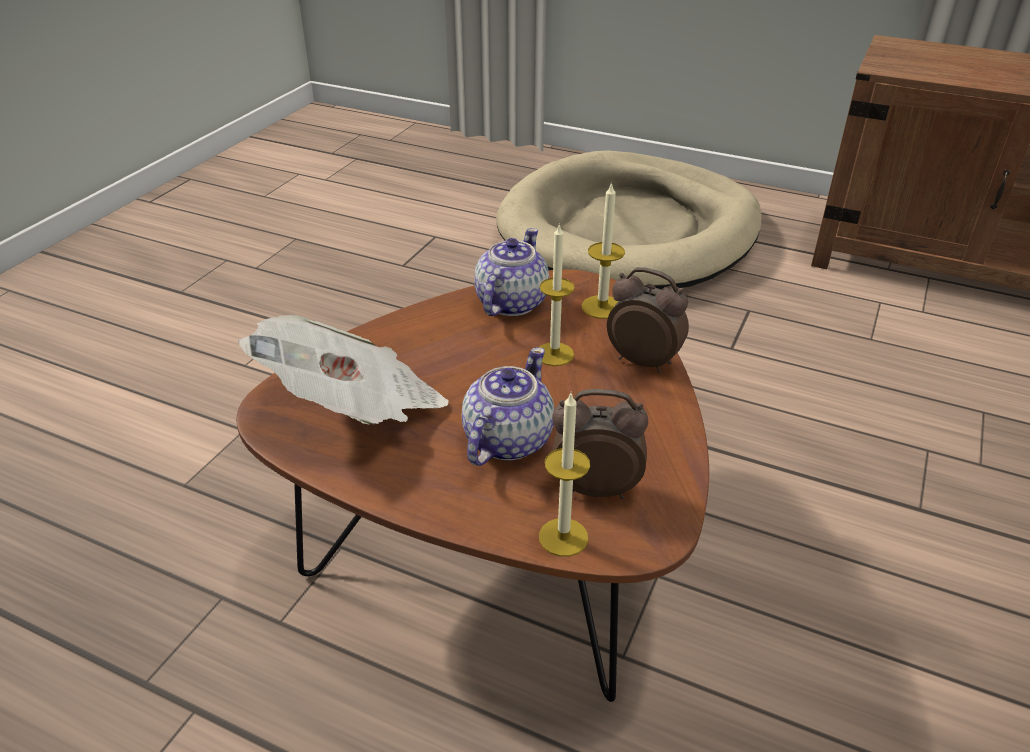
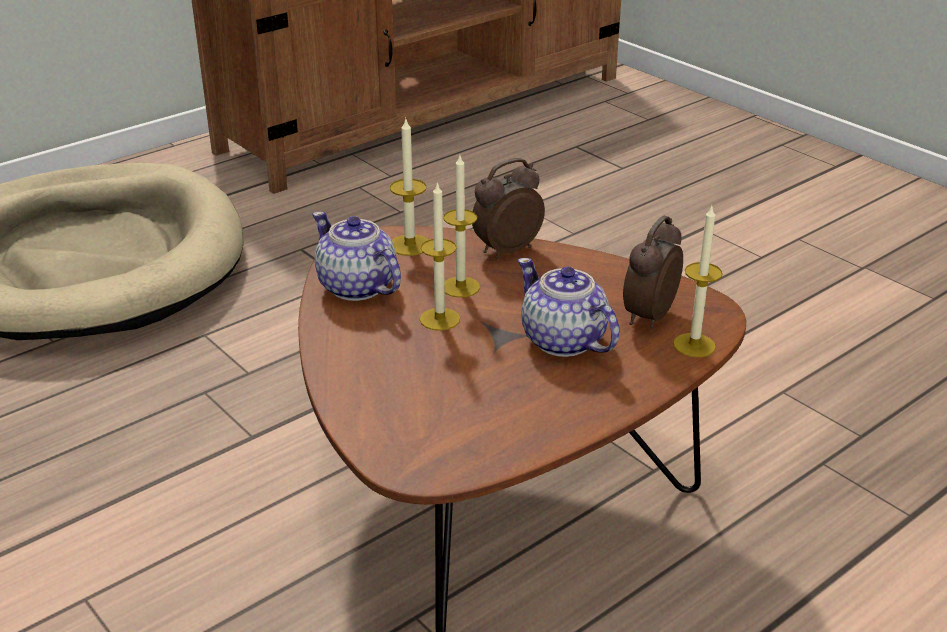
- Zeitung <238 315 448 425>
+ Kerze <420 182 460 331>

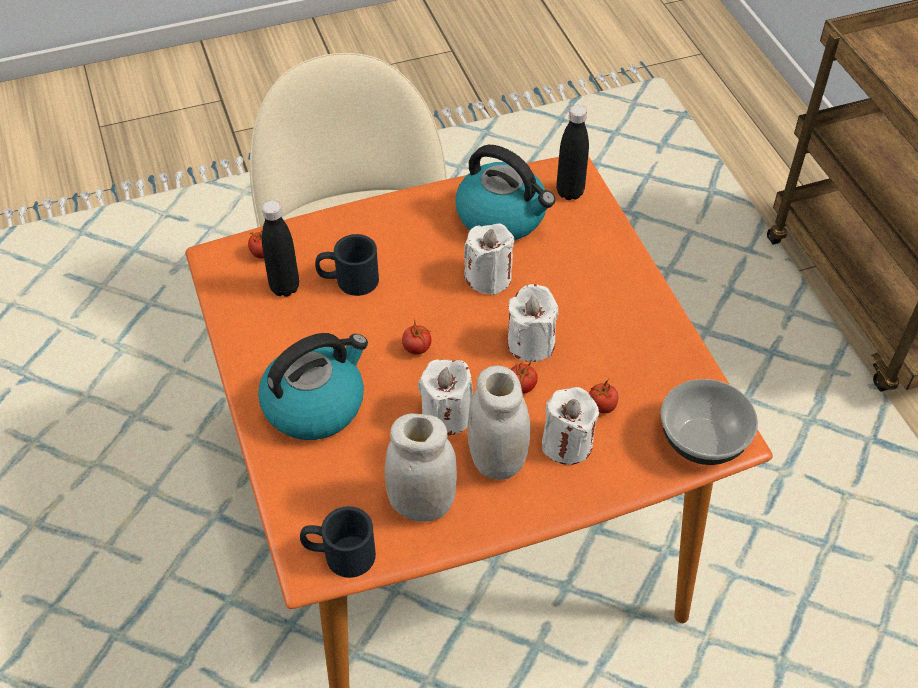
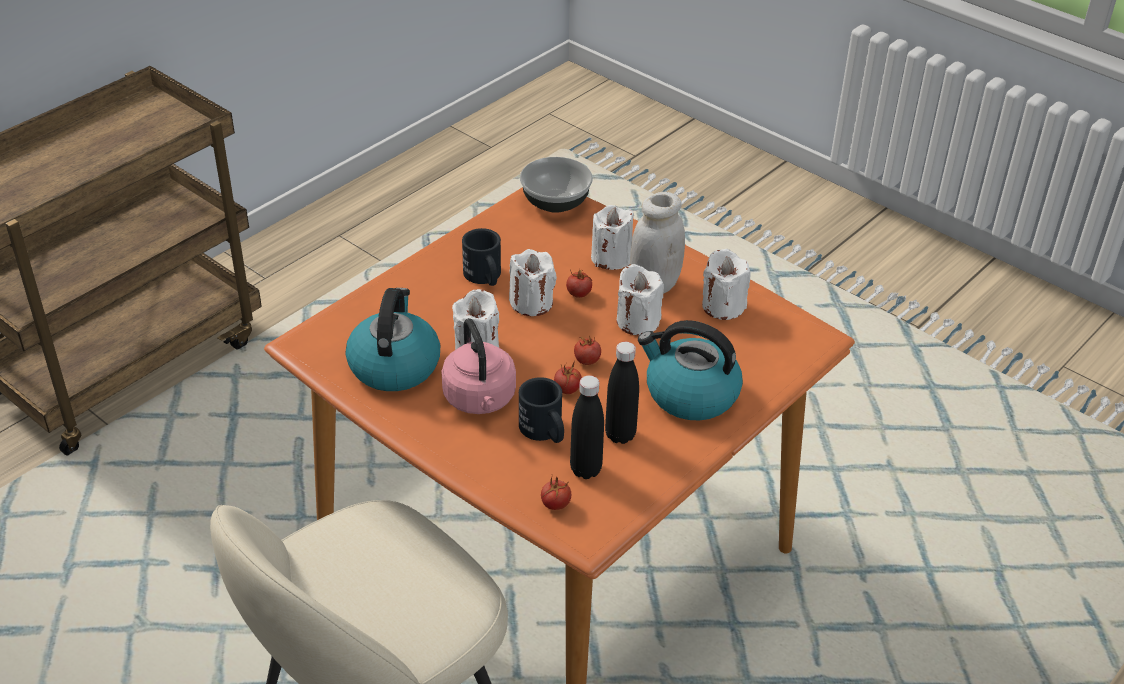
+ Wasserkessel [rosa] <441 318 516 414>
~ Henkelbecher [schwarz] <300 506 376 578> to <462 228 501 286>
~ Flasche [schwarz] <556 105 589 200> to <605 342 639 444>
~ Tomate <589 378 618 413> to <554 360 582 394>
~ Vorratsglas [weiß] <385 413 457 522> to Kerze [weiß] <702 249 751 320>

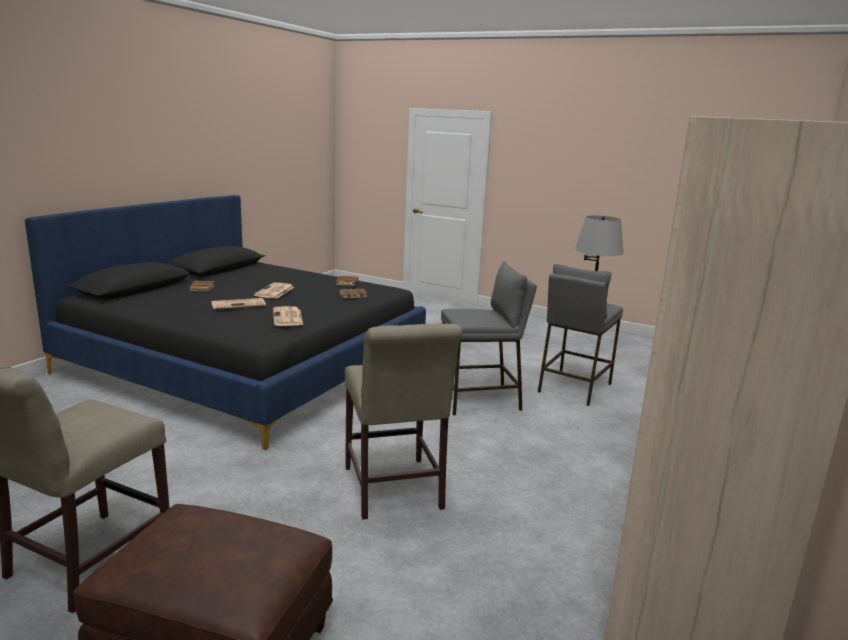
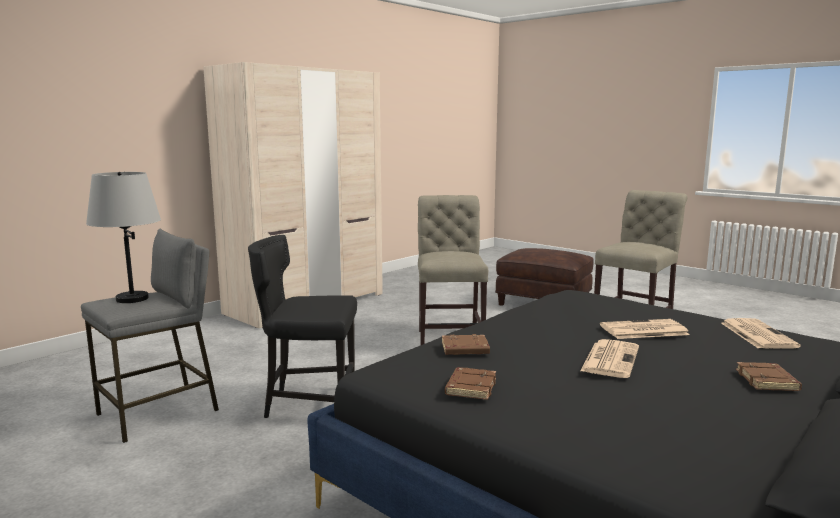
~ Zeitung <273 306 303 326> to <721 318 801 349>
~ Hocker [grau] <441 262 537 415> to Stuhl [schwarz] <248 235 357 418>

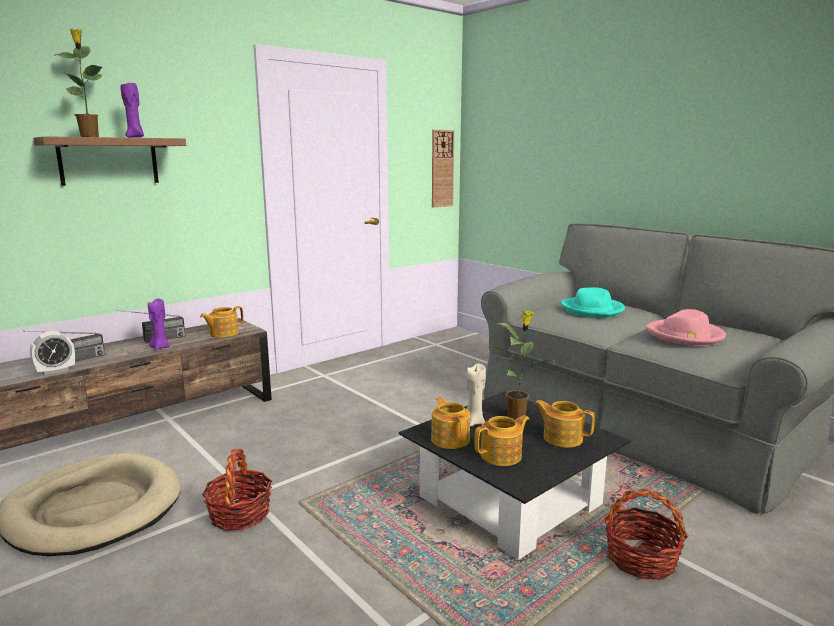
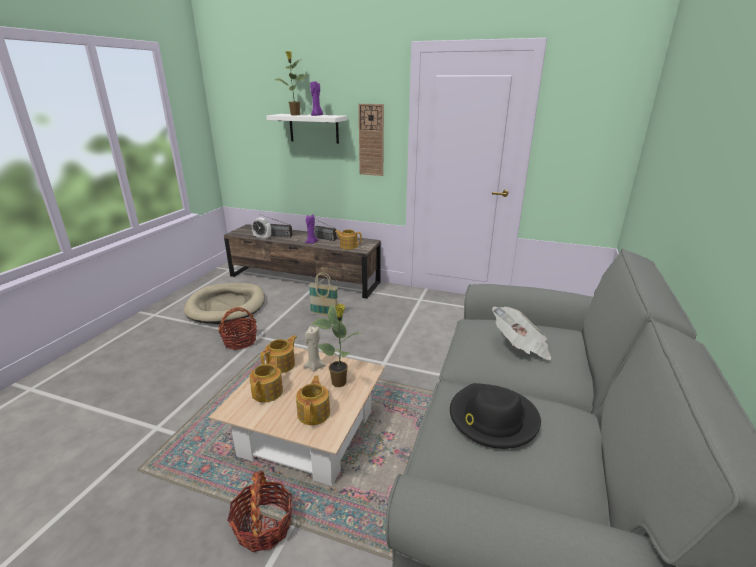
+ Korb <309 272 338 316>
~ Wanduhr <432 130 454 208> to <358 104 384 176>
~ Hut [türkis] <561 287 625 318> to Zeitung <492 306 552 360>
~ Wandregal [braun] <33 136 186 186> to Wandregal [weiß] <266 114 347 144>
~ Couchtisch [schwarz] <399 391 631 560> to Couchtisch [beige] <209 347 385 486>
~ Hut [rosa] <646 309 726 346> to Hut [schwarz] <450 383 541 449>
~ Teekanne <474 415 530 466> = <249 357 283 402> 105 degrees counterclockwise

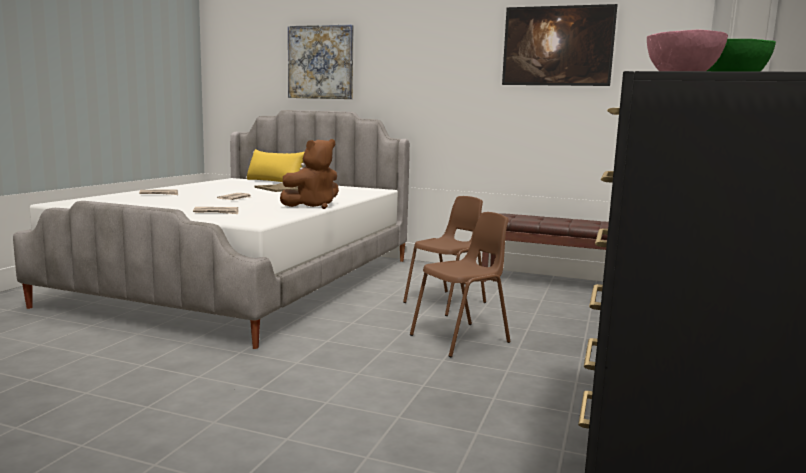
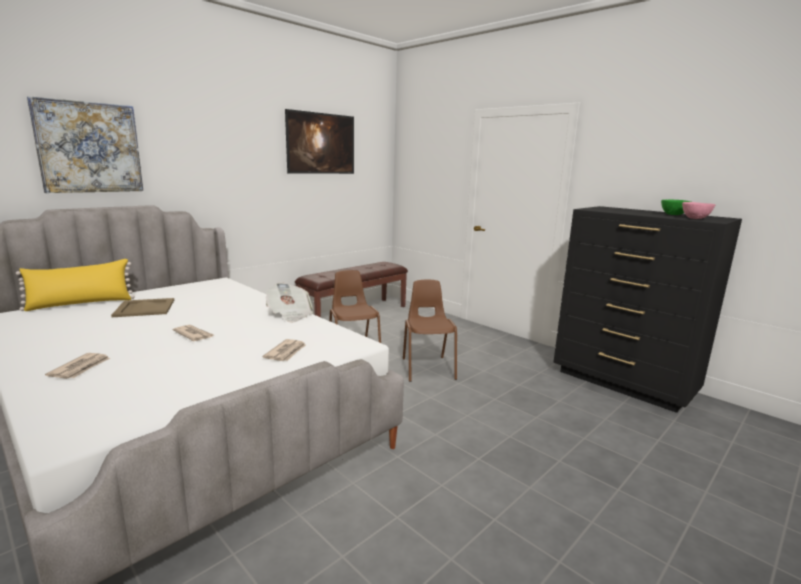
~ Plüschtier [braun] <280 139 339 209> to Zeitung <266 283 313 323>

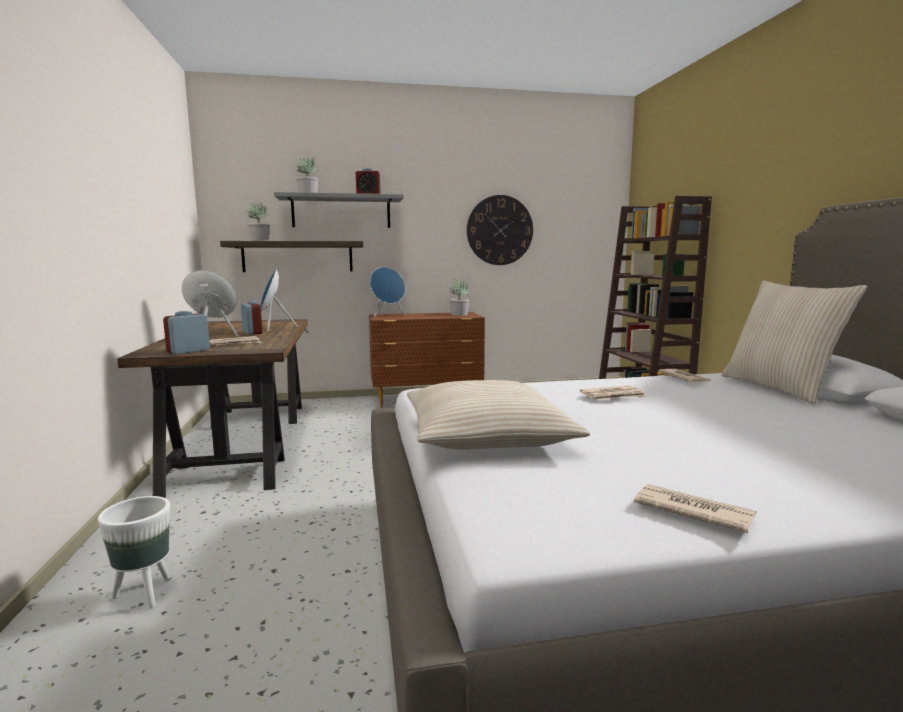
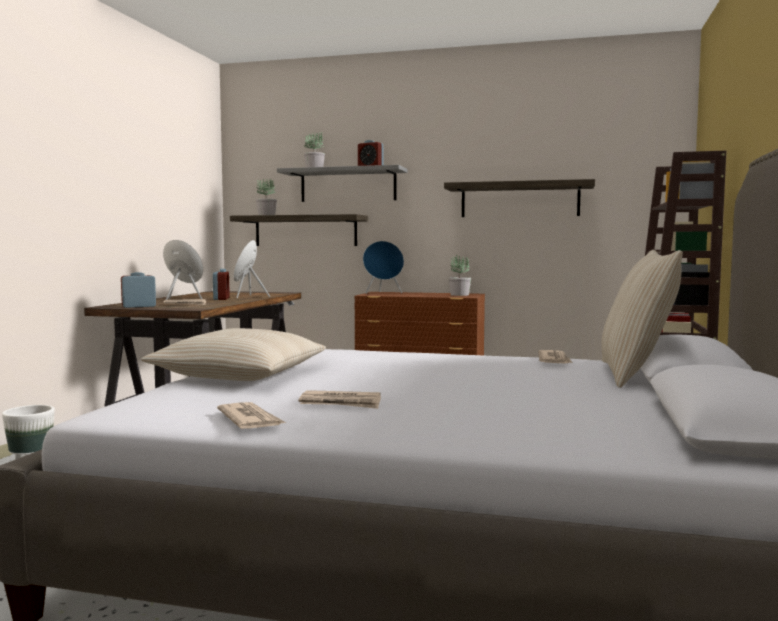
~ Zeitung <580 385 646 400> to <298 390 381 409>
~ Wanduhr <467 195 533 265> to Wandregal <444 179 595 217>

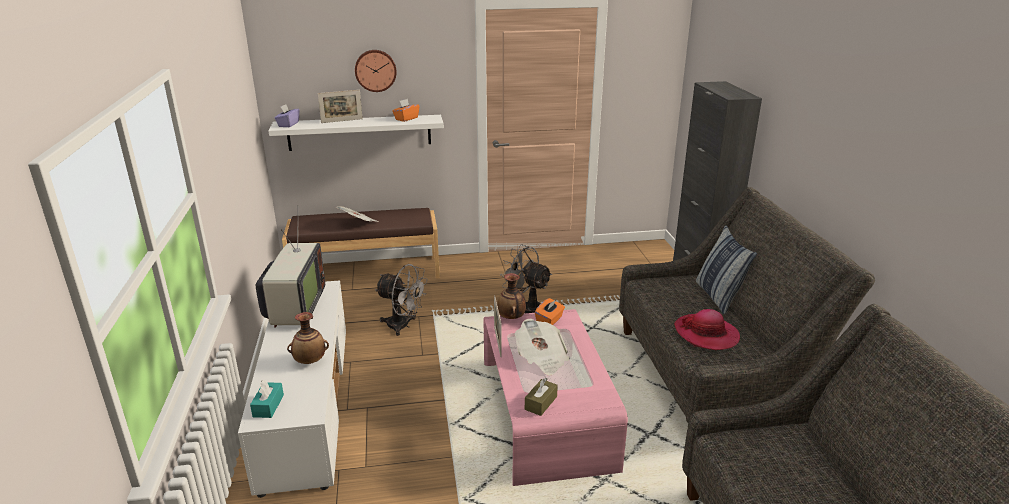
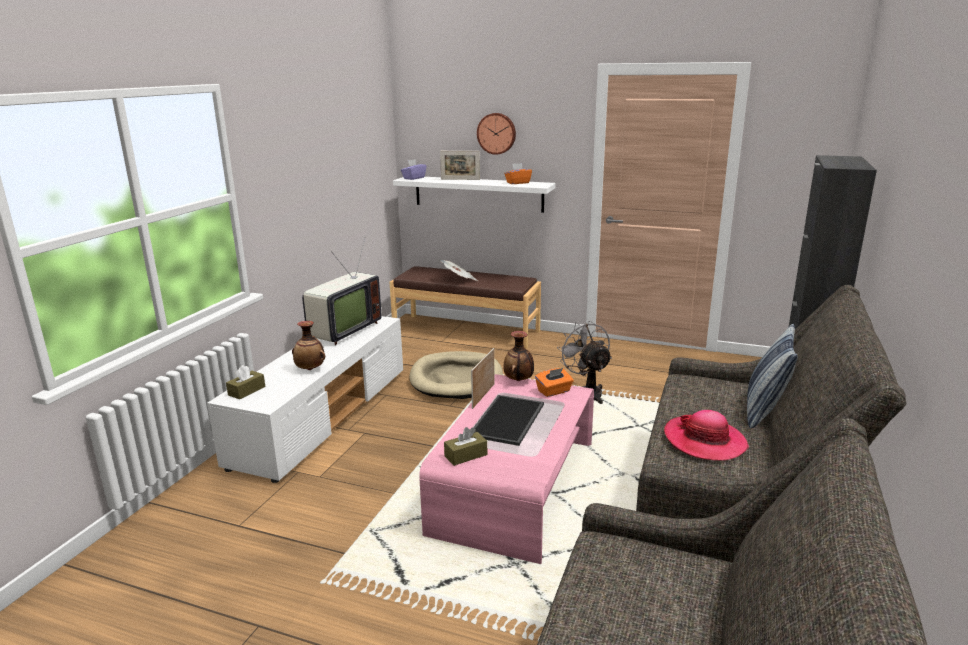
~ Ventilator [grau] <375 264 428 336> to Hundebett [beige] <409 351 503 399>
~ Zeitung <515 319 570 376> to Tablett <473 395 544 446>
~ Taschentuchbox [türkis] <250 380 284 418> to Taschentuchbox [braun] <226 365 265 400>

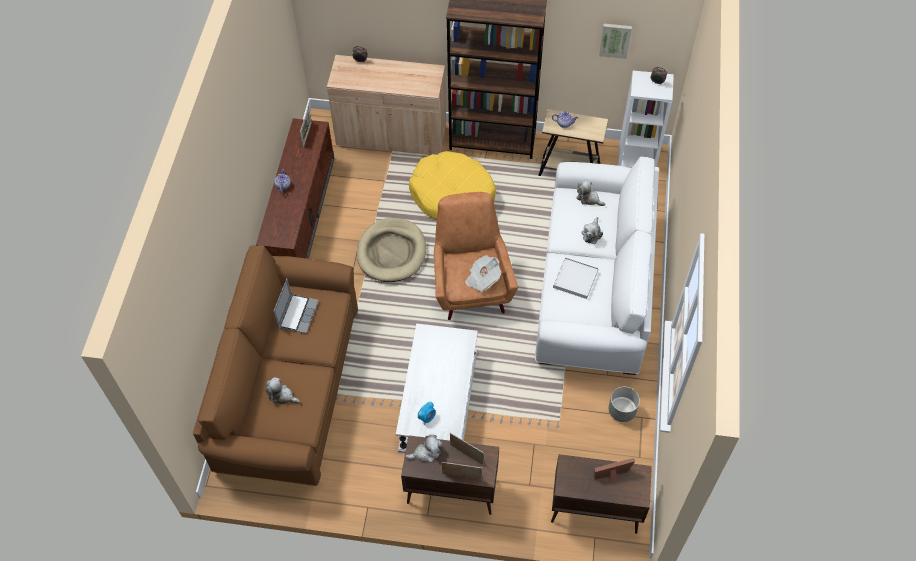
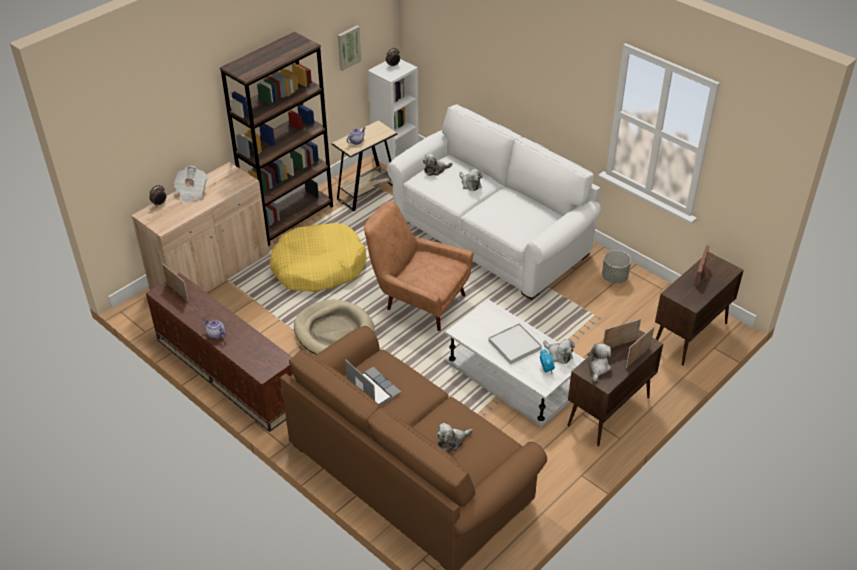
+ Plüschtier <543 339 575 364>
~ Zeitung <465 255 501 292> to <173 166 208 203>
~ Tablett [weiß] <553 257 599 299> to <488 323 542 365>

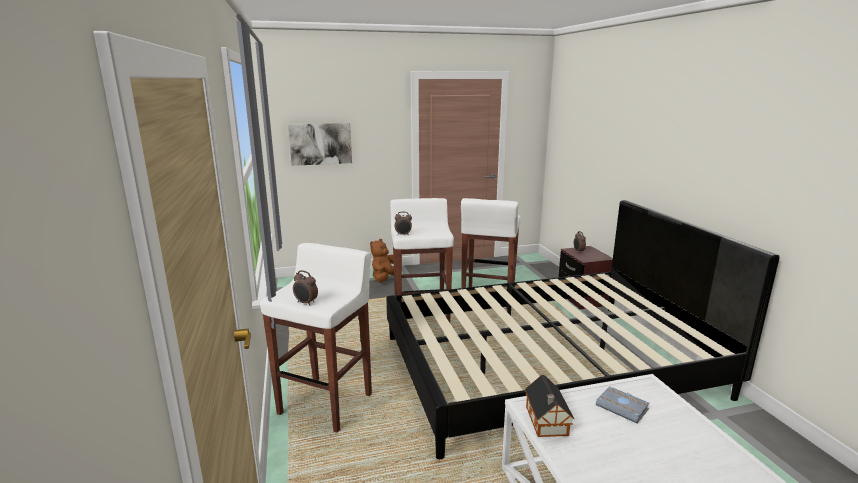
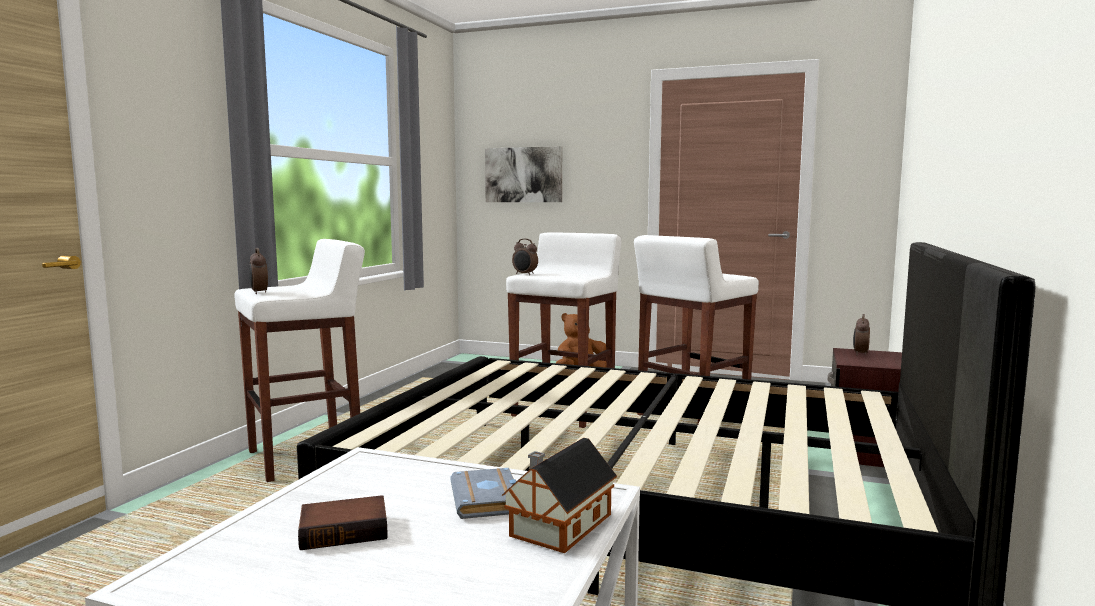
+ Buch <298 495 387 550>
~ Spielzeughaus <525 375 574 437> to <502 438 617 553>

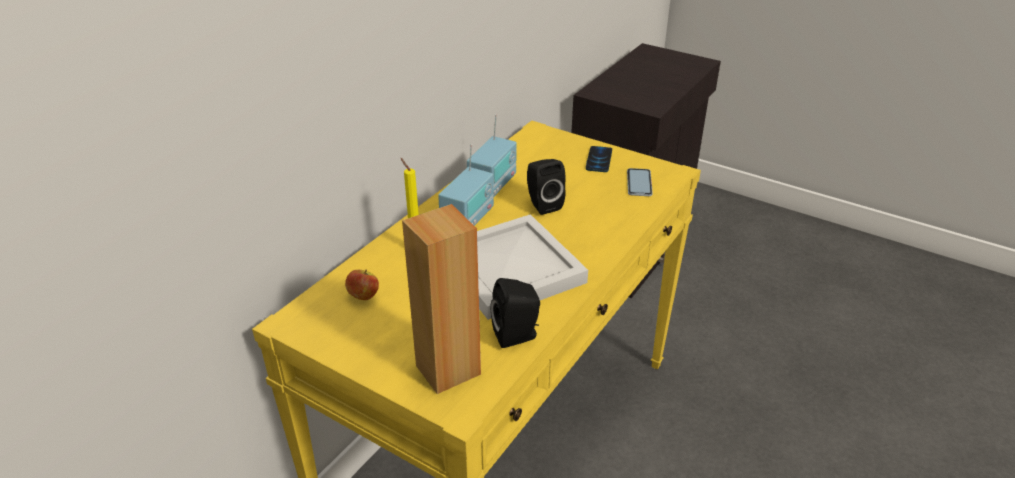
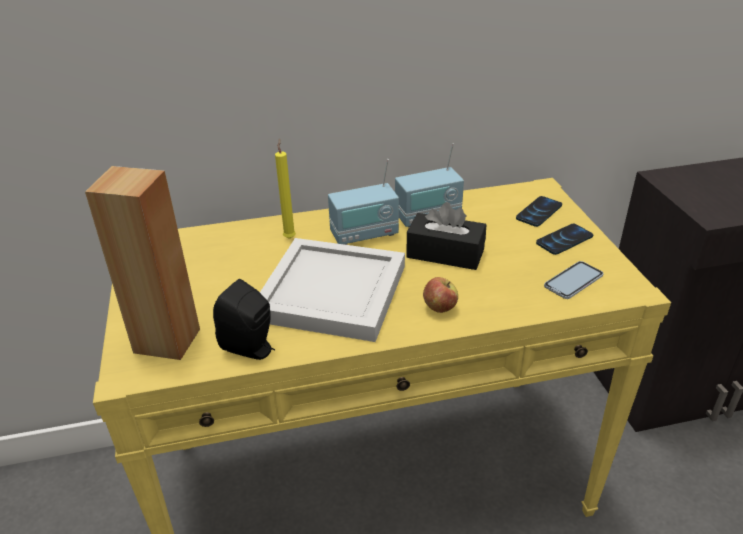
+ Handy <516 196 562 227>
~ Apfel <345 270 379 300> to <423 277 458 313>
~ Lautsprecher [schwarz] <527 159 566 215> to Taschentuchbox [schwarz] <406 202 486 270>

